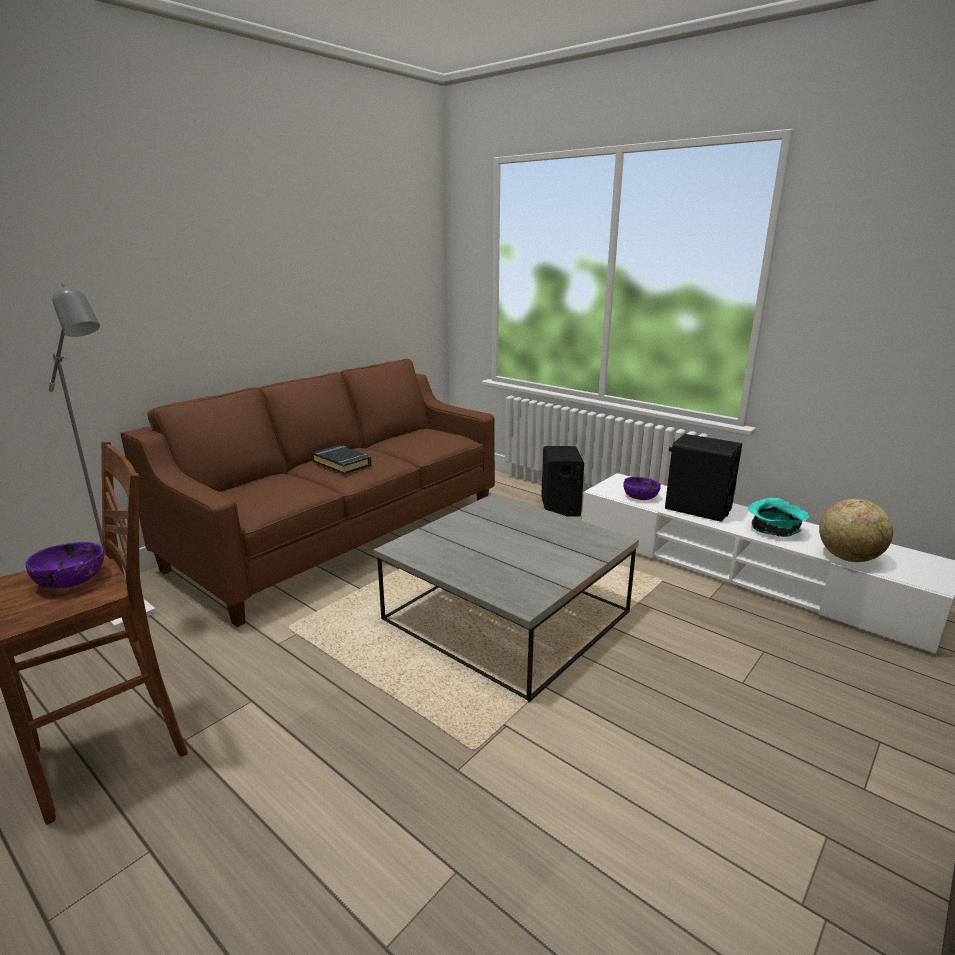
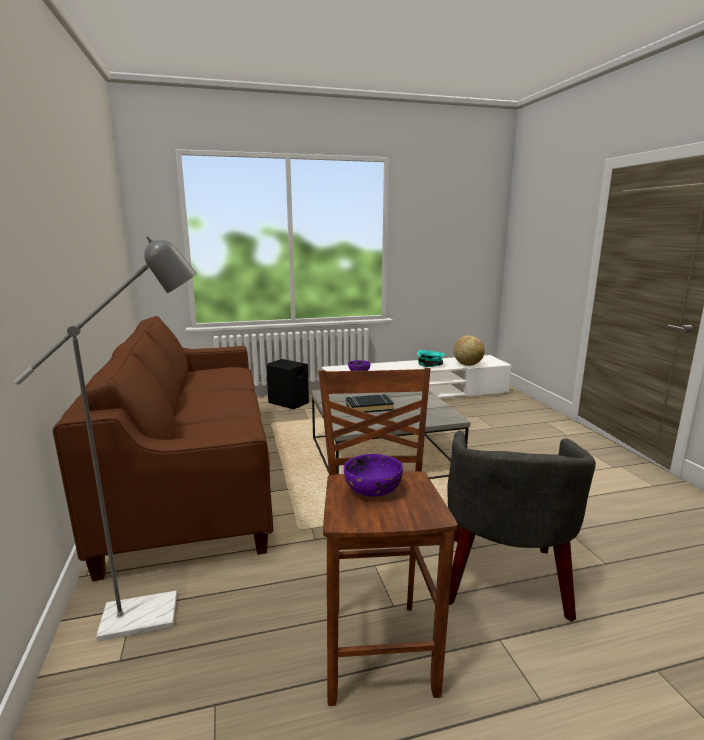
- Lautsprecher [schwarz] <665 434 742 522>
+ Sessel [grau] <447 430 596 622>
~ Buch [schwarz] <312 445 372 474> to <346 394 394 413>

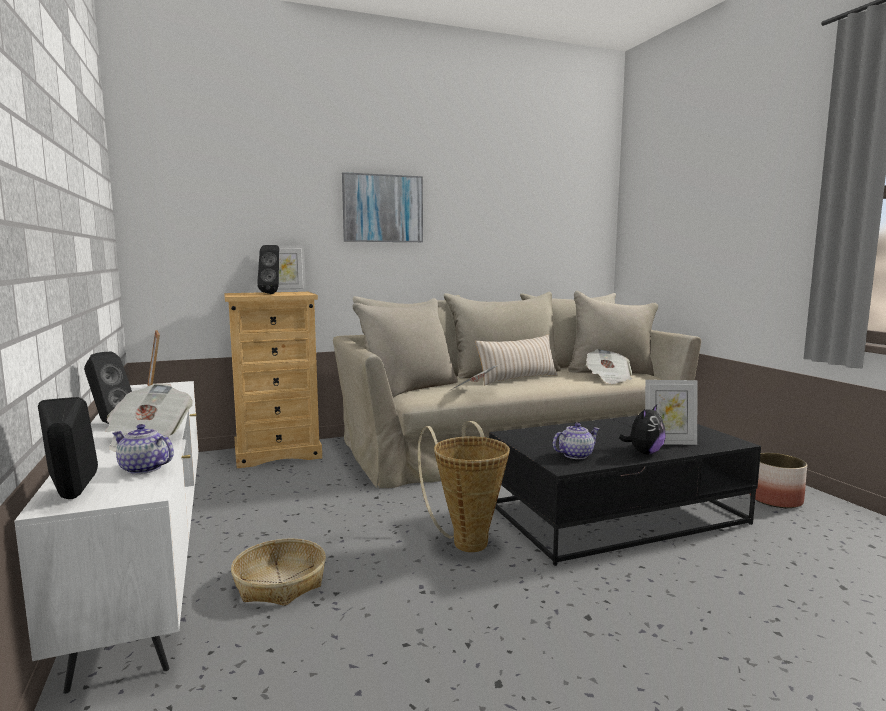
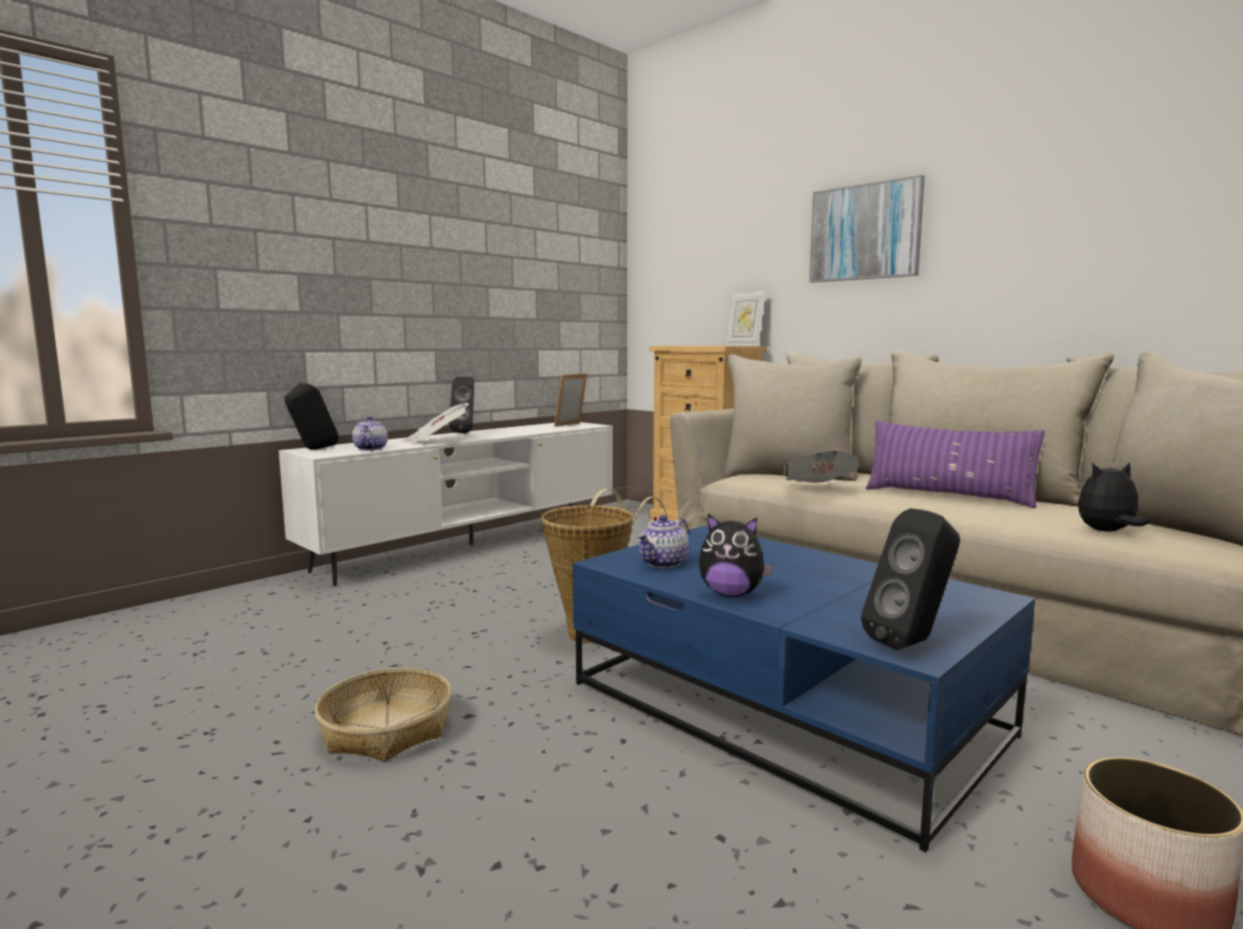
- Bilderrahmen <645 380 698 445>
~ Korb <231 539 326 606> to <315 668 452 762>
~ Lautsprecher [schwarz] <257 245 279 294> to <861 508 960 650>
~ Zeitung <586 349 632 384> to Plüschtier <1078 462 1150 531>
~ Kissen [beige] <475 335 558 385> to Kissen [lila] <866 420 1045 508>
~ Couchtisch [schwarz] <489 415 761 566> to Couchtisch [blau] <573 526 1035 852>
~ Teekanne <553 423 600 459> = <637 515 689 568> 90 degrees clockwise

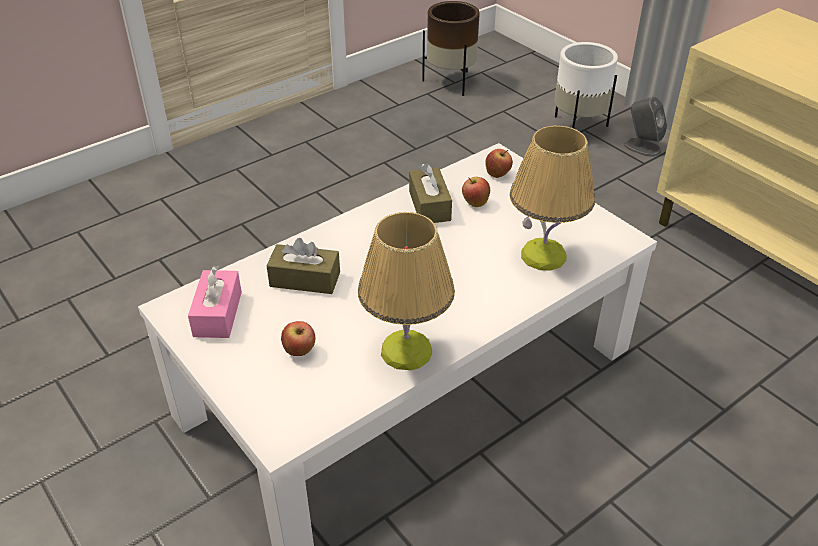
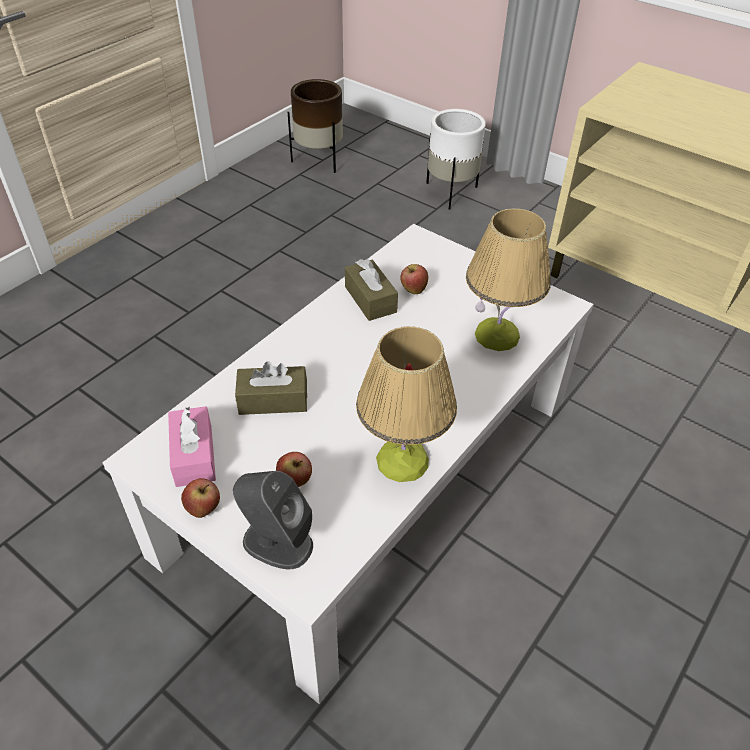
~ Apfel <485 149 513 178> to <181 478 220 518>
~ Lautsprecher [grau] <624 97 667 157> to <233 471 313 570>

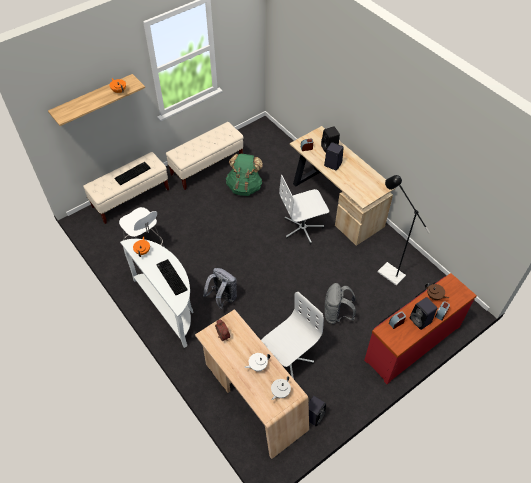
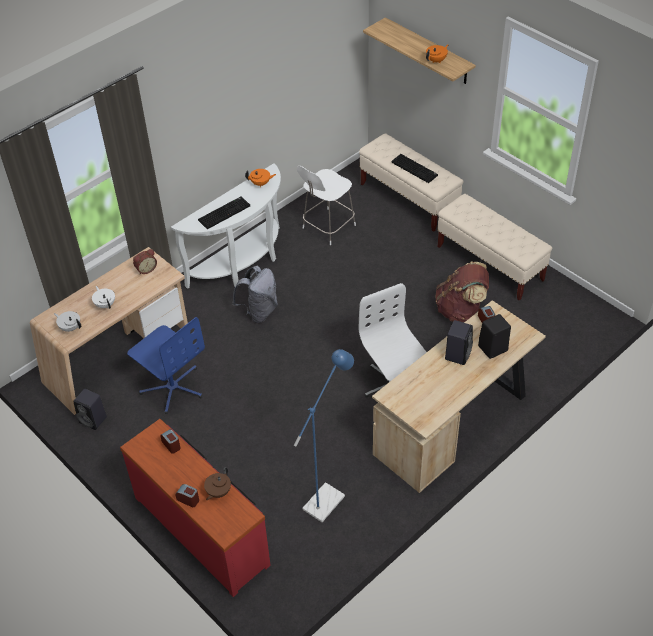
- Rucksack [grau] <325 283 356 324>
- Lautsprecher [schwarz] <410 297 437 330>
~ Rucksack [grün] <226 154 263 196> to Rucksack [braun] <436 262 489 322>
~ Bürostuhl [weiß] <261 292 324 379> to Bürostuhl [blau] <127 317 205 414>
~ Stehlampe [schwarz] <378 175 430 286> to Stehlampe [blau] <294 349 354 522>

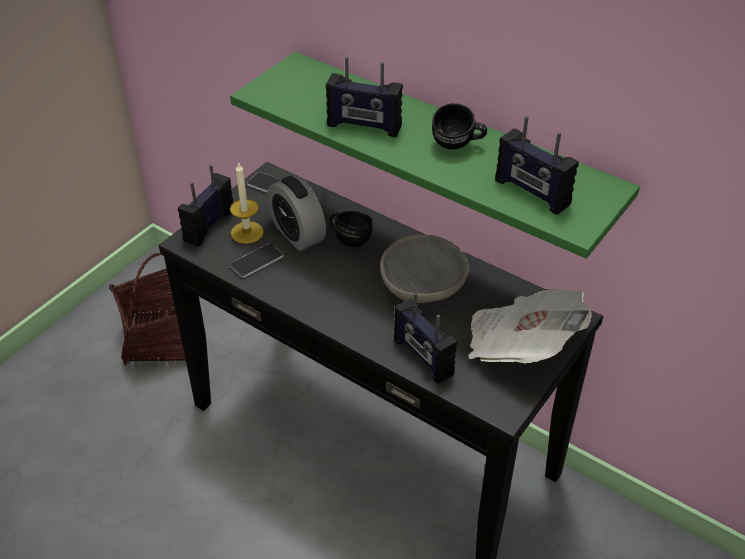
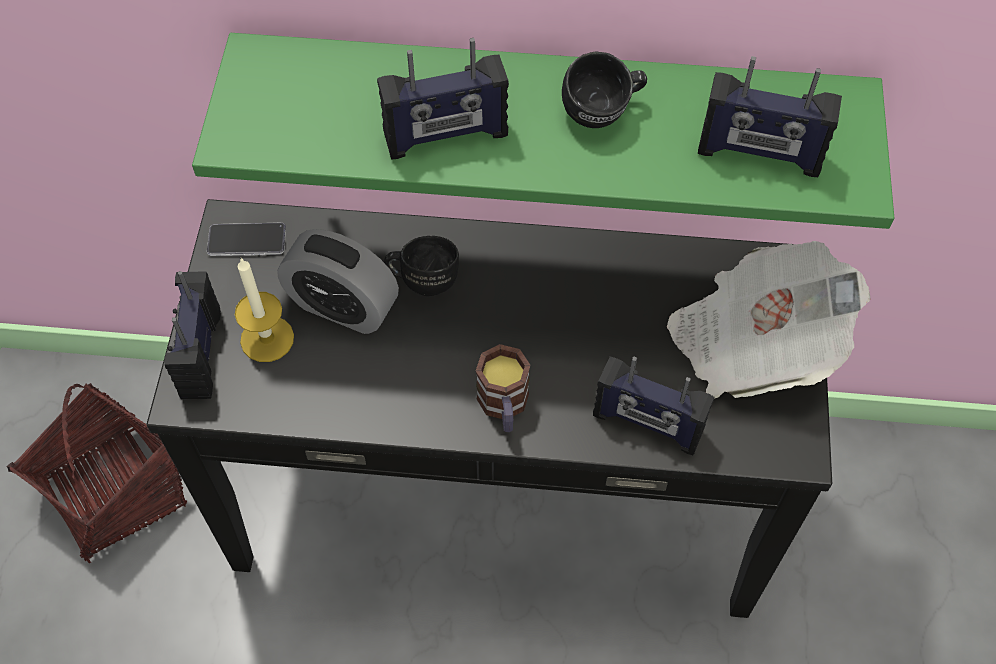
- Handy <230 243 284 278>
- Schüssel [grau] <380 234 469 303>
+ Henkelbecher <476 344 530 432>

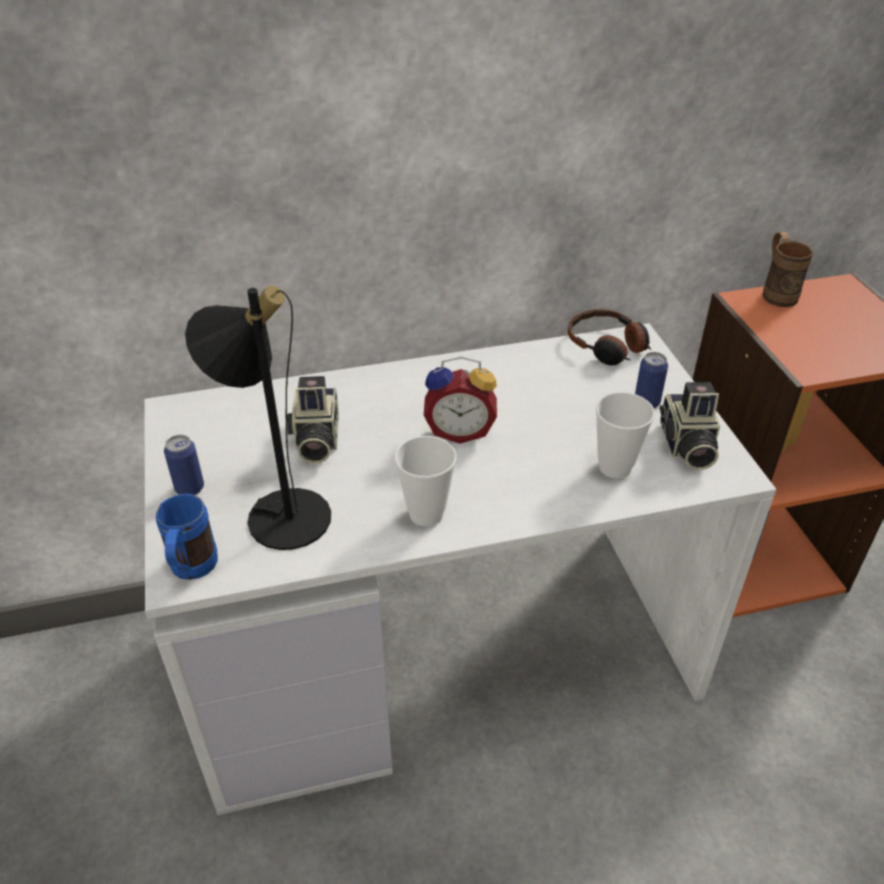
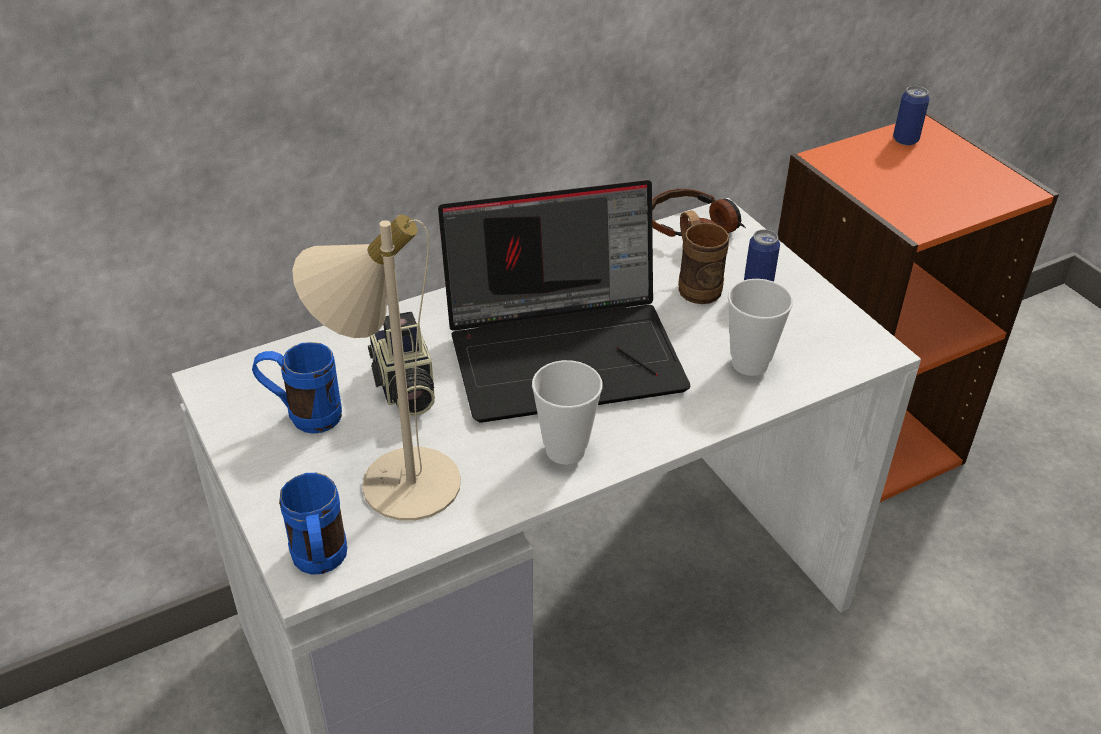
- Kamera <659 382 720 470>
+ Henkelbecher [blau] <252 342 342 434>
~ Dose <164 435 204 495> to <893 86 930 146>
~ Henkelbecher [braun] <763 232 813 307> to <678 210 729 304>
~ Wecker <424 357 497 444> to Laptop <438 180 690 423>
~ Tischlampe [schwarz] <185 285 331 550> to Tischlampe [beige] <292 215 461 521>

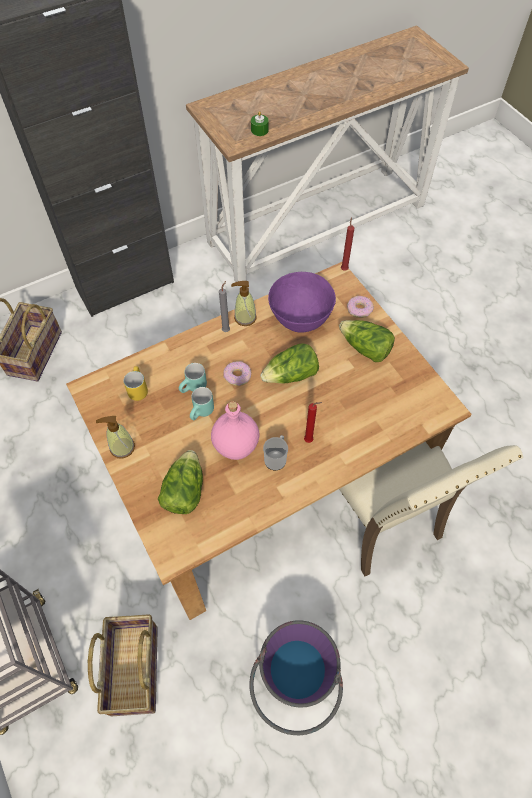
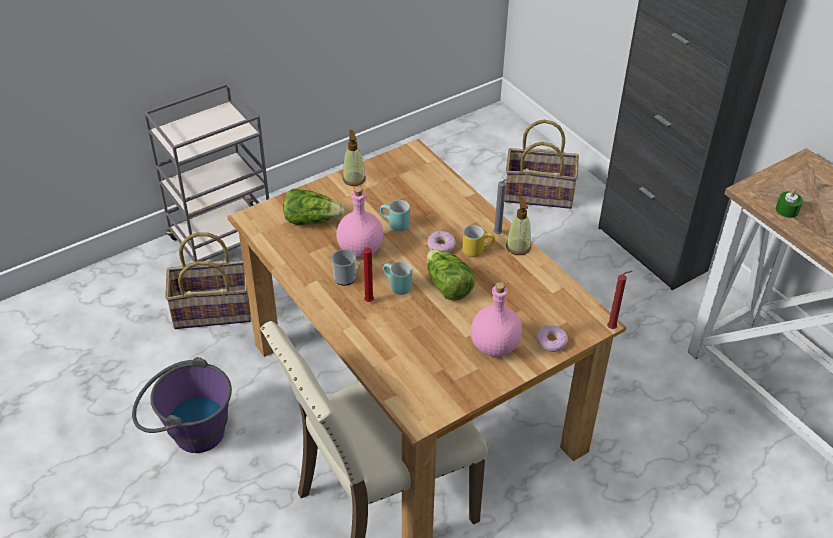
- Schüssel [lila] <268 272 336 332>
~ Henkelbecher [gelb] <123 366 148 401> to <462 225 495 257>
~ Henkelbecher [türkis] <179 363 207 393> to <383 261 412 295>
~ Salatkopf <339 320 395 362> to Flasche [rosa] <470 282 522 357>

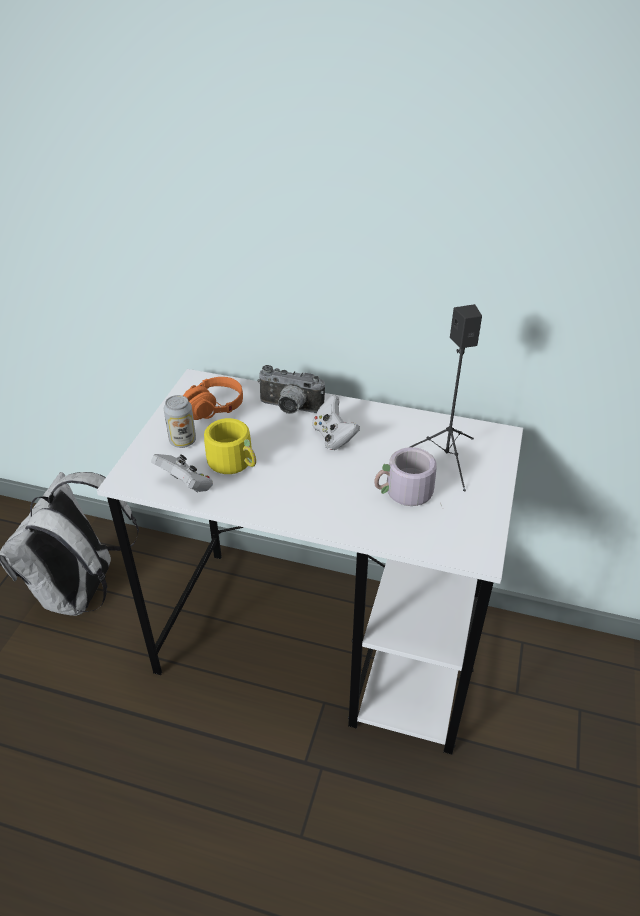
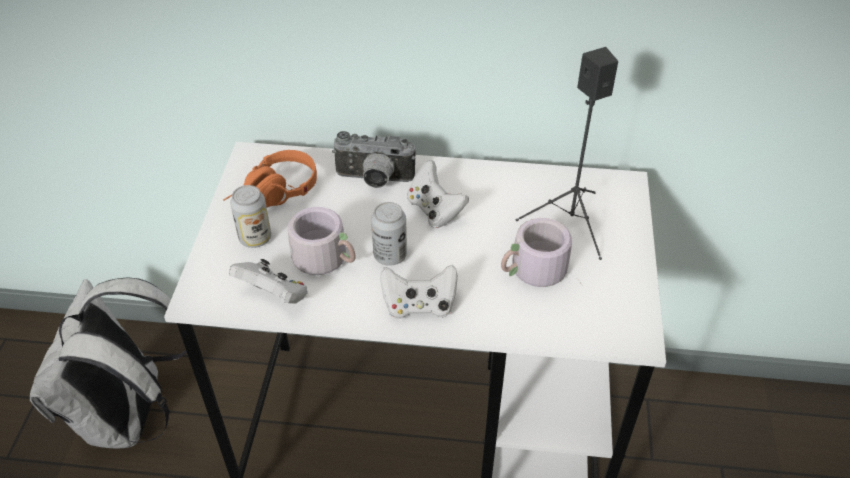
+ Dose <371 202 407 266>
+ Gamepad [weiß] <380 265 458 319>
~ Henkelbecher [gelb] <204 418 256 474> to Henkelbecher [grau] <288 207 356 275>

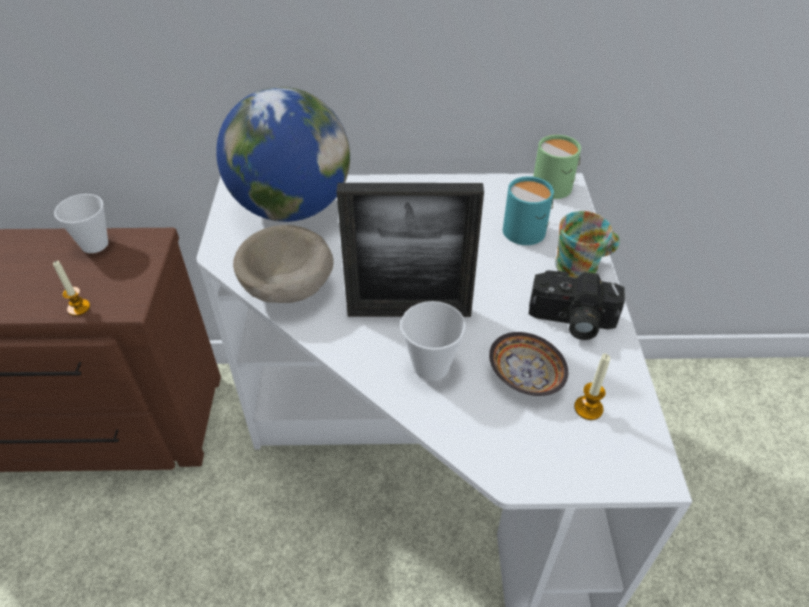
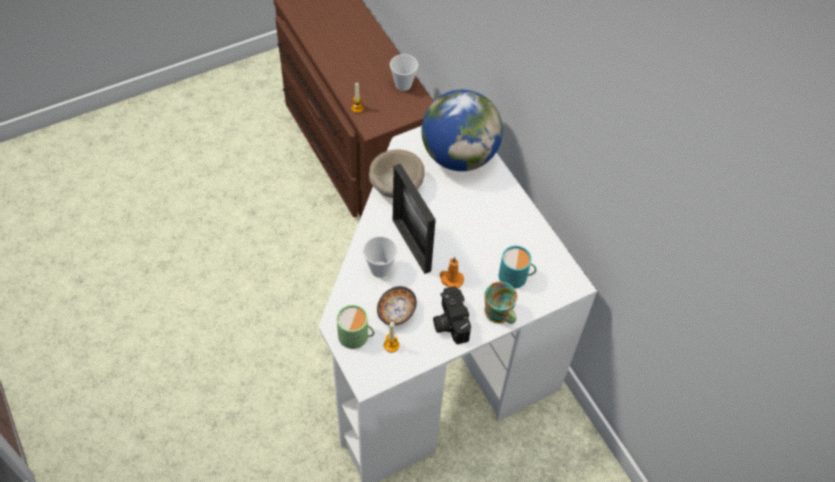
+ Kerze [orange] <440 257 464 288>
~ Henkelbecher [grün] <533 135 581 199> to <337 305 374 349>

